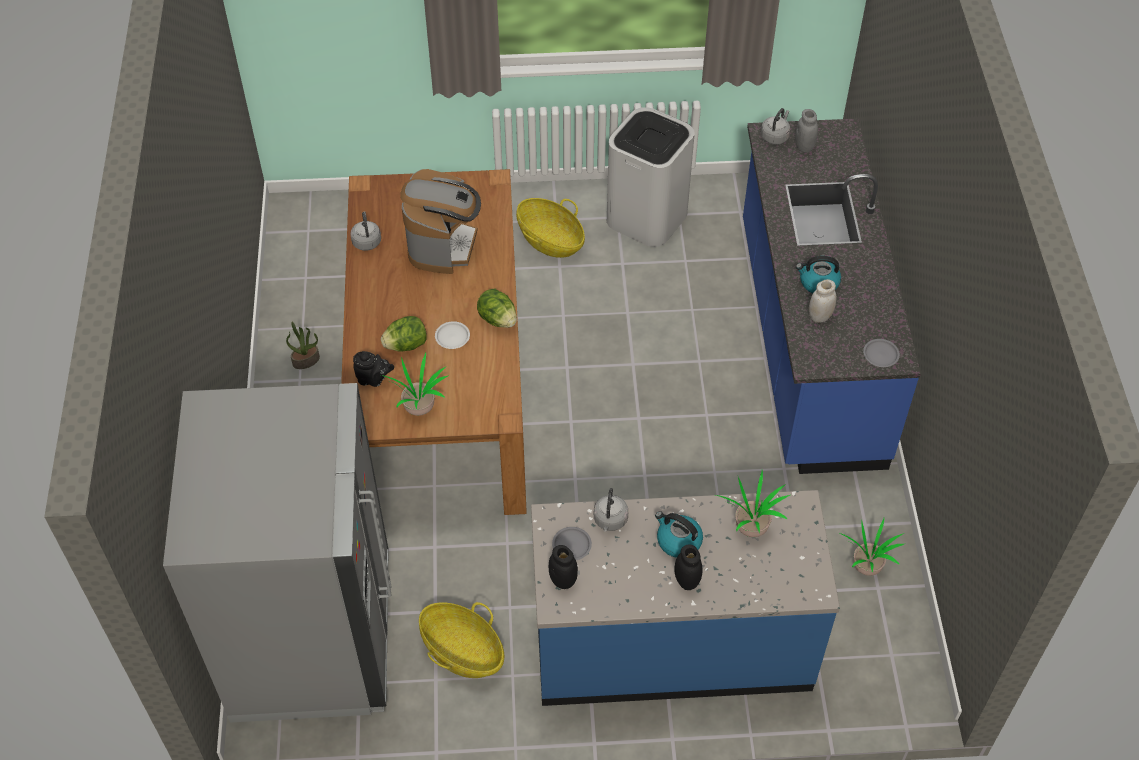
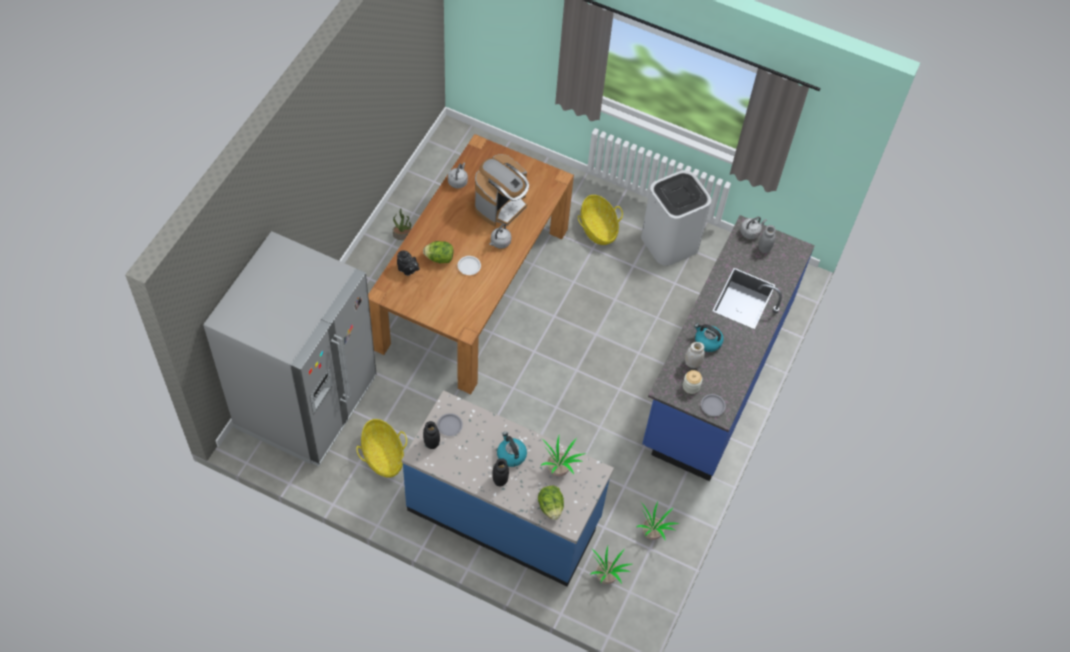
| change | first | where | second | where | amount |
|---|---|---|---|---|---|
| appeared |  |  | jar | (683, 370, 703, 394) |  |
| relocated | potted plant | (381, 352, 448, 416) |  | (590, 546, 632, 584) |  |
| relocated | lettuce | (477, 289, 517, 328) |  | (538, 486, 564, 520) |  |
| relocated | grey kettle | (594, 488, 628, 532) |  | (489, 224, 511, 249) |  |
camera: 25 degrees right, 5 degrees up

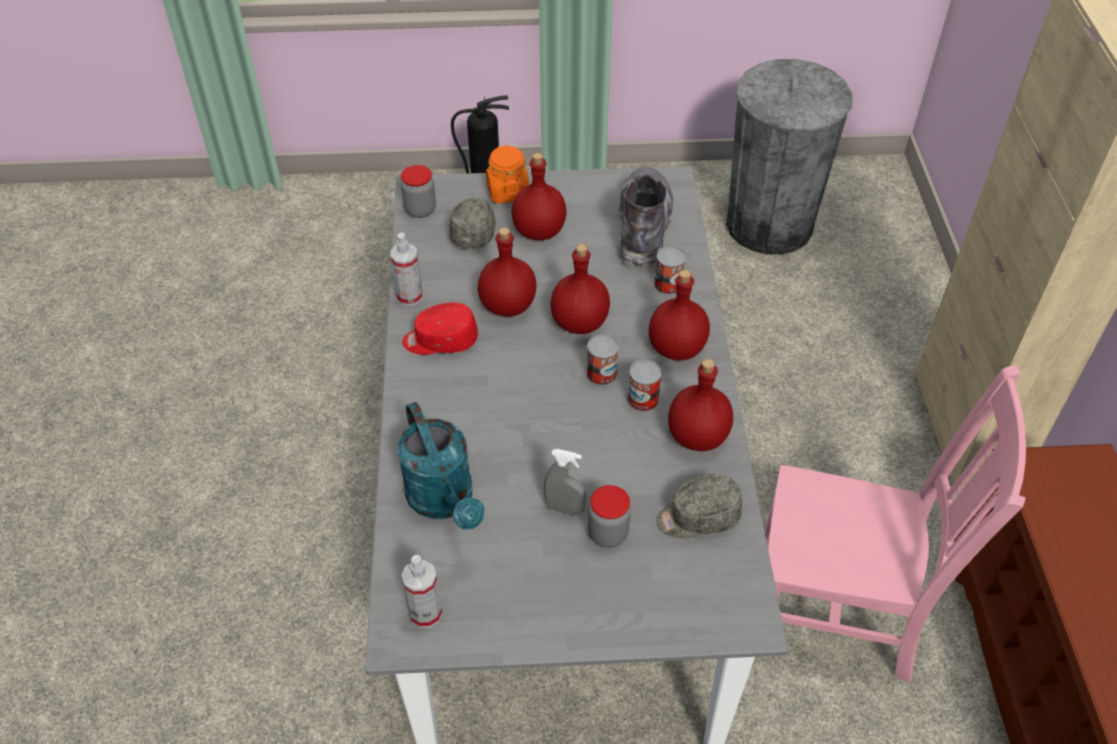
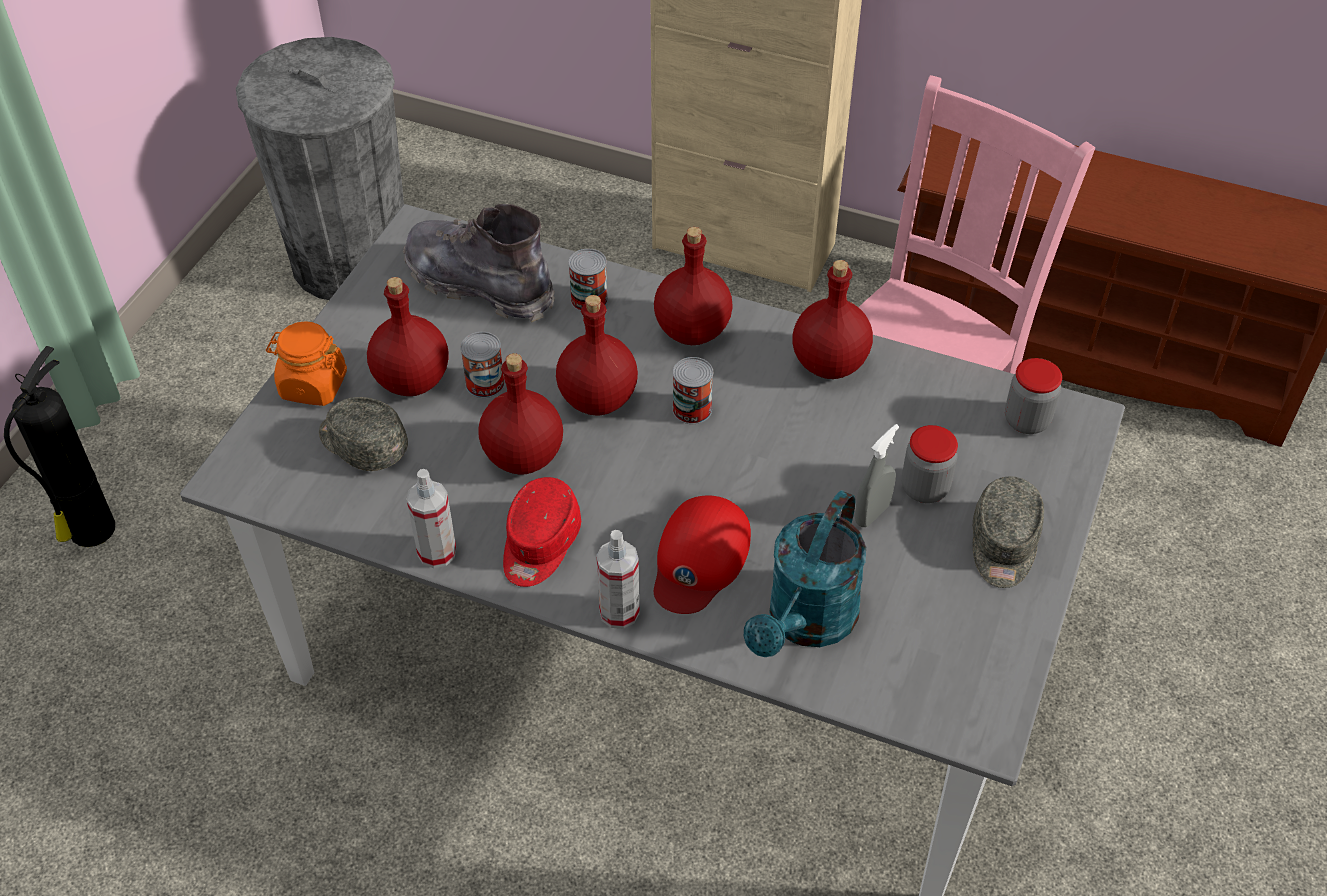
| change | first | where | second | where | amount |
|---|---|---|---|---|---|
| appeared |  |  | red cap | (654, 496, 751, 614) |  |
| relocated | jar | (401, 165, 436, 218) |  | (1005, 358, 1062, 434) |  |
| relocated | spray bottle | (402, 555, 442, 628) |  | (596, 530, 640, 629) |  |
| relocated | can | (628, 360, 662, 412) |  | (460, 332, 505, 398) |  |
| relocated | grey cap | (656, 474, 742, 538) |  | (973, 476, 1044, 588) |  |
| spun | turquoise watering can | (398, 402, 484, 530) |  | (744, 490, 866, 657) | 120 degrees clockwise |
camera: 65 degrees left, 0 degrees up

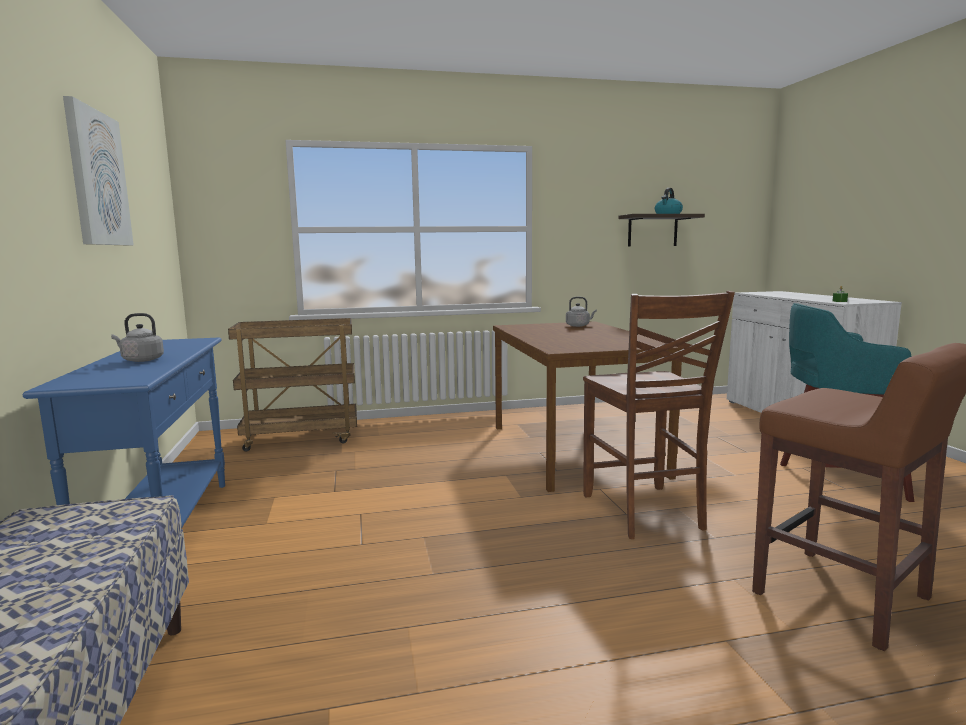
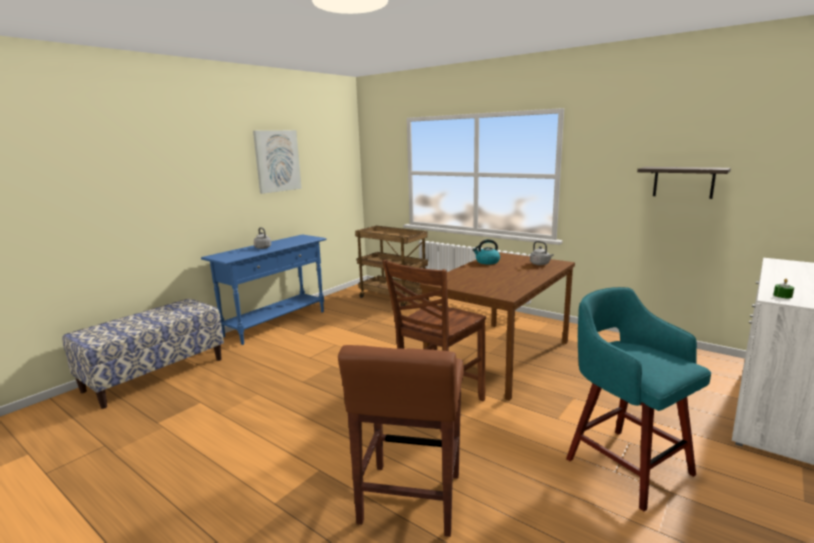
| change | first | where | second | where | amount |
|---|---|---|---|---|---|
| relocated | kettle | (655, 188, 683, 214) |  | (473, 239, 500, 264) |  |
camera: 50 degrees right, 5 degrees up

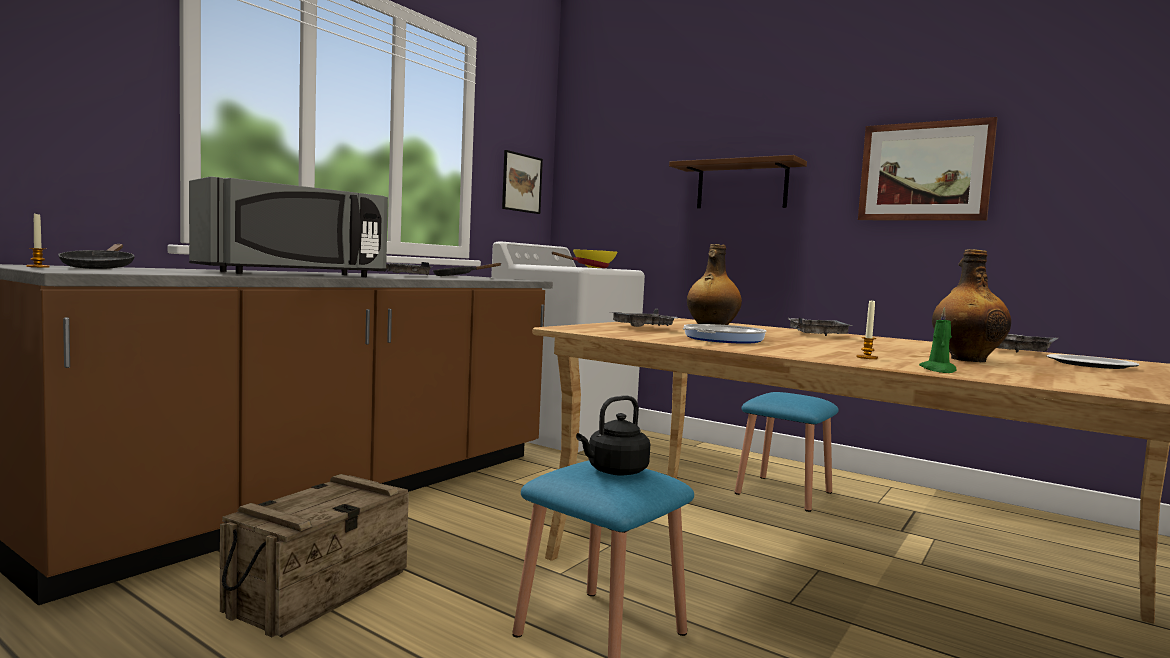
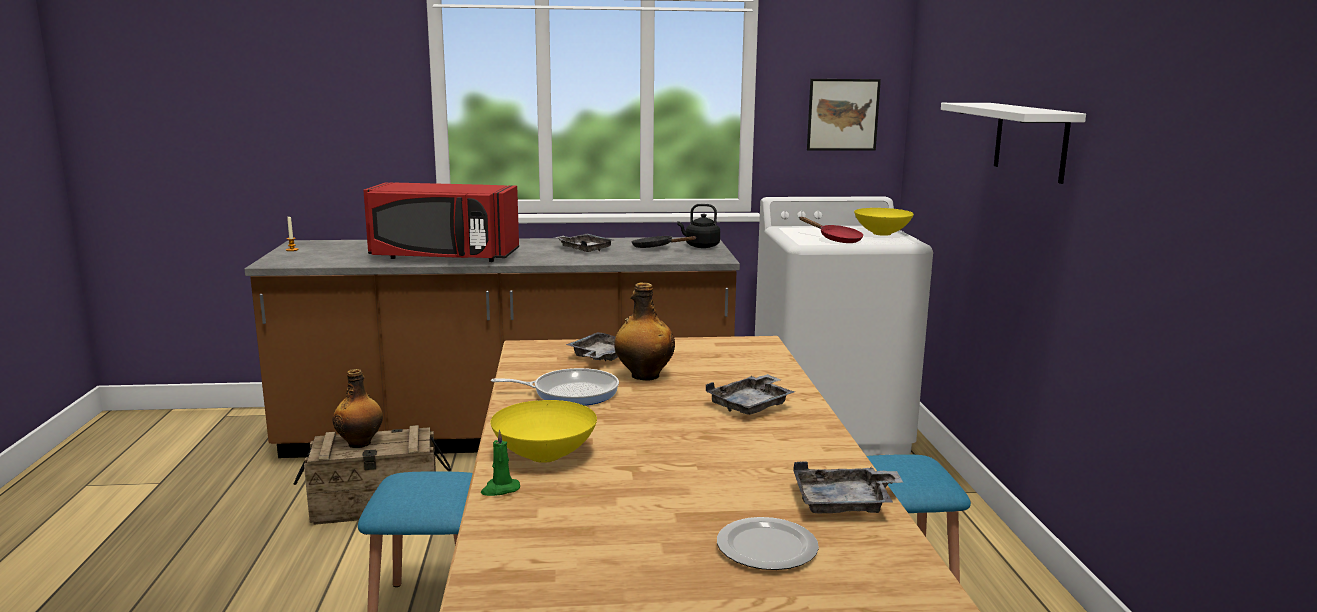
| change | first | where | second | where | amount |
|---|---|---|---|---|---|
| missing | black frying pan | (58, 244, 134, 269) |  |  |  |
| missing | picture | (858, 117, 998, 221) |  |  |  |
| relocated | black kettle | (576, 396, 650, 476) |  | (677, 204, 720, 248) |  |
| relocated | bottle | (932, 249, 1011, 362) |  | (333, 369, 383, 448) |  |
| exchanged | candle | (857, 299, 878, 359) | yellow bowl | (491, 400, 597, 463) |  |
| colour | grey microwave | (189, 176, 388, 277) | red microwave | (363, 182, 519, 262) |  |
| colour | brown shelf | (669, 155, 807, 208) | white shelf | (941, 103, 1086, 184) |  |
camera: 50 degrees right, 10 degrees up

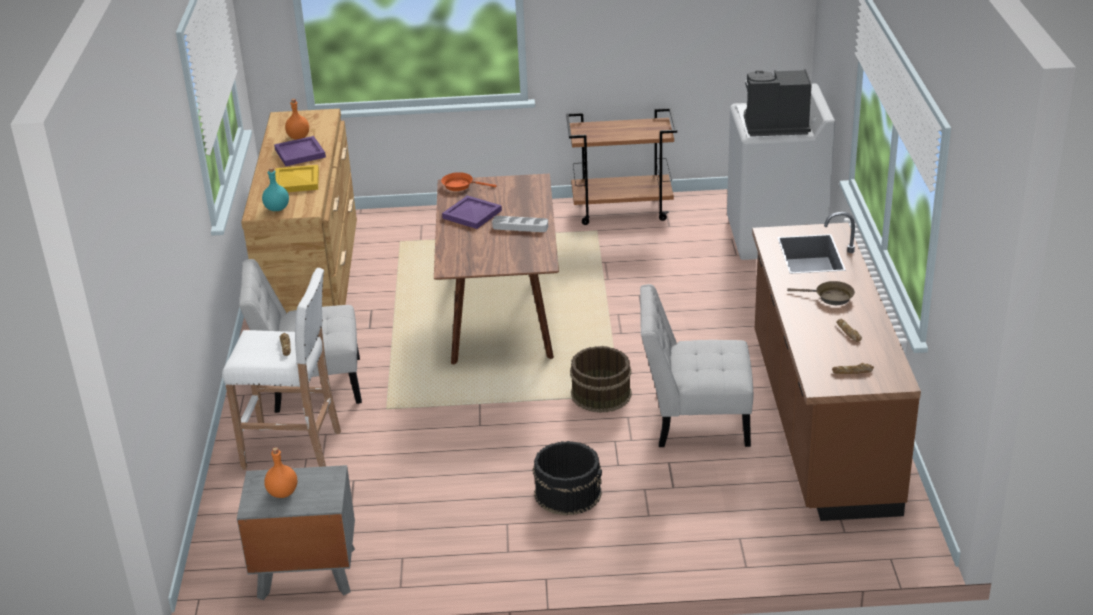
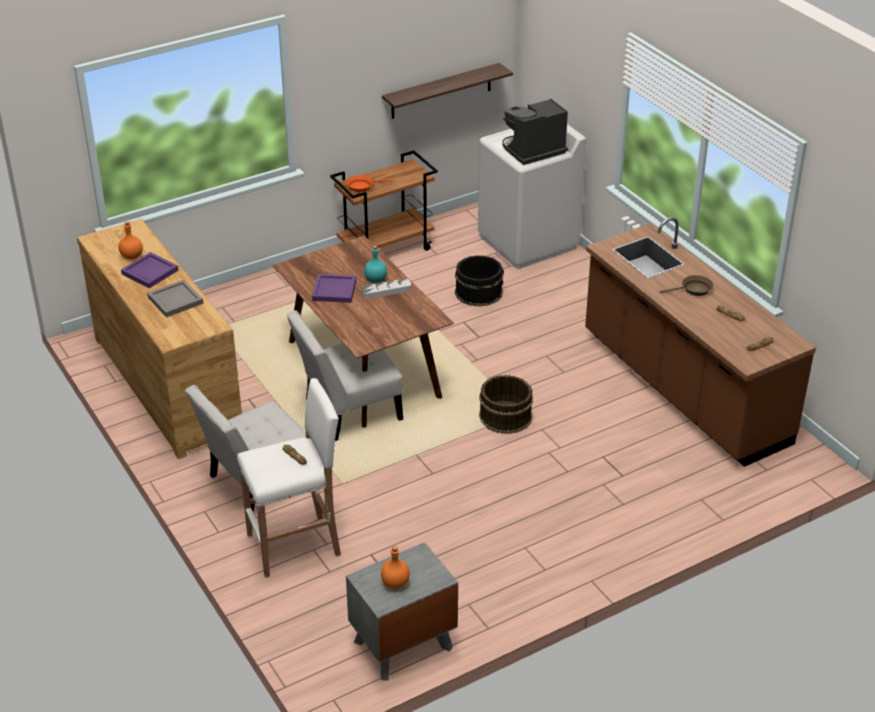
| change | first | where | second | where | amount |
|---|---|---|---|---|---|
| appeared |  |  | shelf | (382, 63, 513, 119) |  |
| relocated | turquoise bottle | (262, 167, 289, 211) |  | (364, 246, 387, 283) |  |
| relocated | orange frying pan | (441, 172, 497, 191) |  | (346, 175, 393, 192) |  |
| relocated | black bucket | (533, 441, 602, 516) |  | (455, 255, 504, 307) |  |
| relocated | white chair | (640, 284, 753, 447) |  | (287, 310, 403, 441) |  |
| colour | yellow tray | (275, 165, 319, 192) | grey tray | (147, 280, 204, 317) |  |
camera: 30 degrees left, 5 degrees up

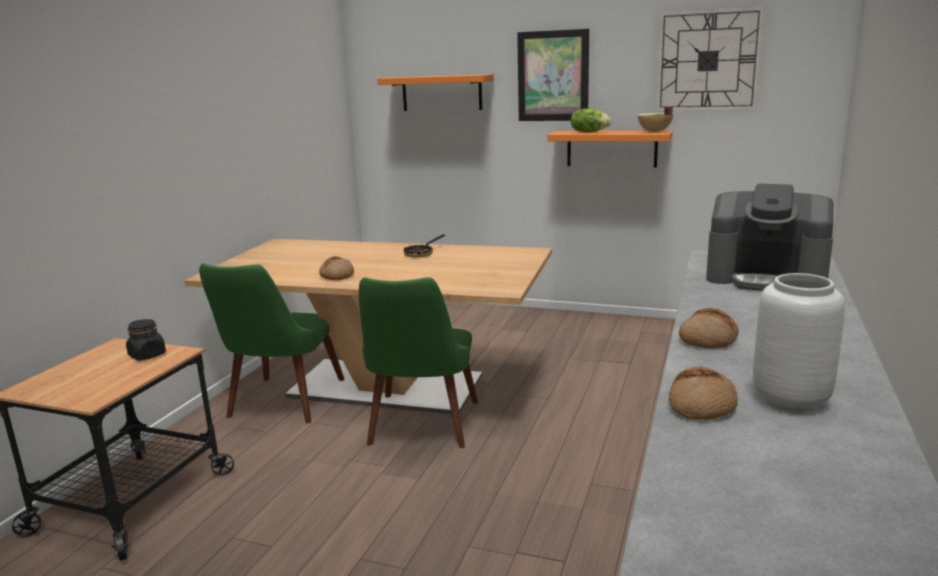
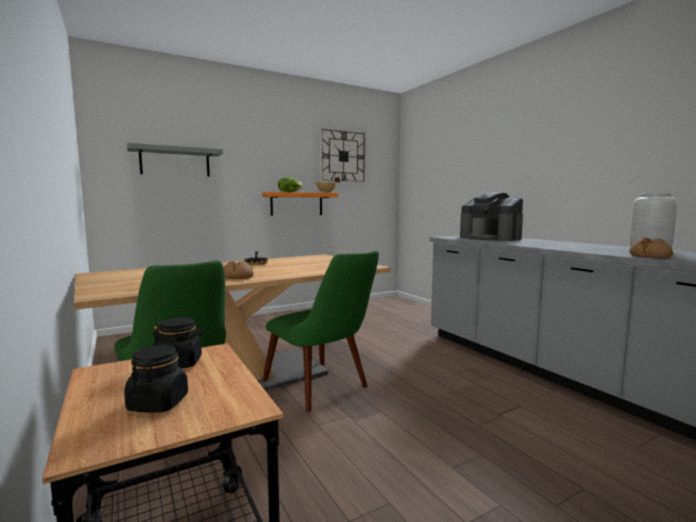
| change | first | where | second | where | amount |
|---|---|---|---|---|---|
| missing | picture | (517, 29, 589, 121) |  |  |  |
| missing | bread | (679, 308, 739, 349) |  |  |  |
| appeared |  |  | black jar | (124, 345, 188, 413) |  |
| colour | orange shelf | (377, 74, 494, 111) | grey shelf | (127, 143, 223, 177) |  |
| spun | coffee machine | (706, 184, 833, 291) |  | (460, 192, 523, 241) | 75 degrees clockwise |
camera: 50 degrees left, 10 degrees down

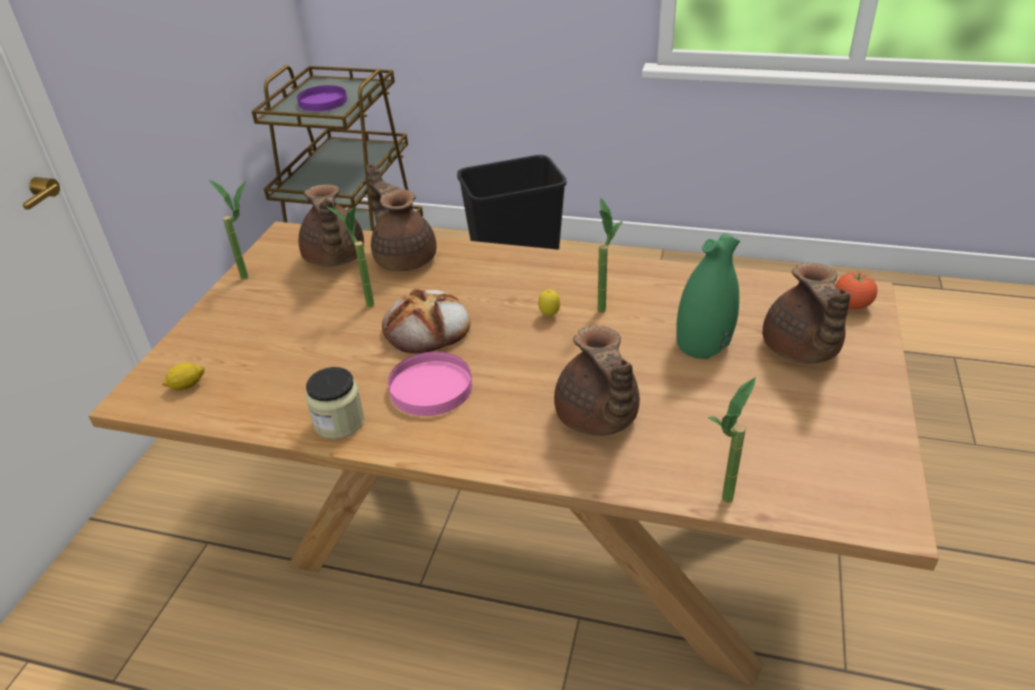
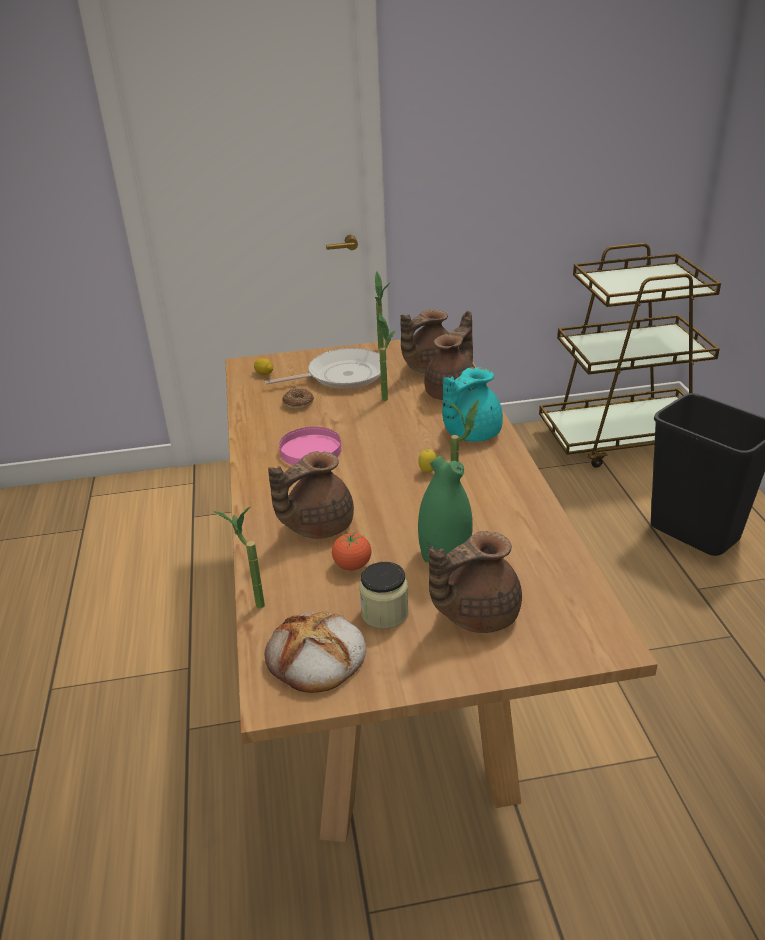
| change | first | where | second | where | amount |
|---|---|---|---|---|---|
| missing | purple plate | (297, 85, 347, 111) |  |  |  |
| appeared |  |  | frying pan | (265, 348, 387, 389) |  |
| appeared |  |  | donut | (283, 388, 314, 409) |  |
| appeared |  |  | turquoise teapot | (442, 367, 503, 442) |  |
| relocated | jar | (306, 367, 364, 439) |  | (359, 562, 409, 629) |  |
| relocated | bread | (382, 289, 471, 354) |  | (264, 611, 366, 693) |  |
| relocated | tomato | (835, 271, 878, 309) |  | (332, 532, 371, 570) |  |
camera: 65 degrees right, 5 degrees down

